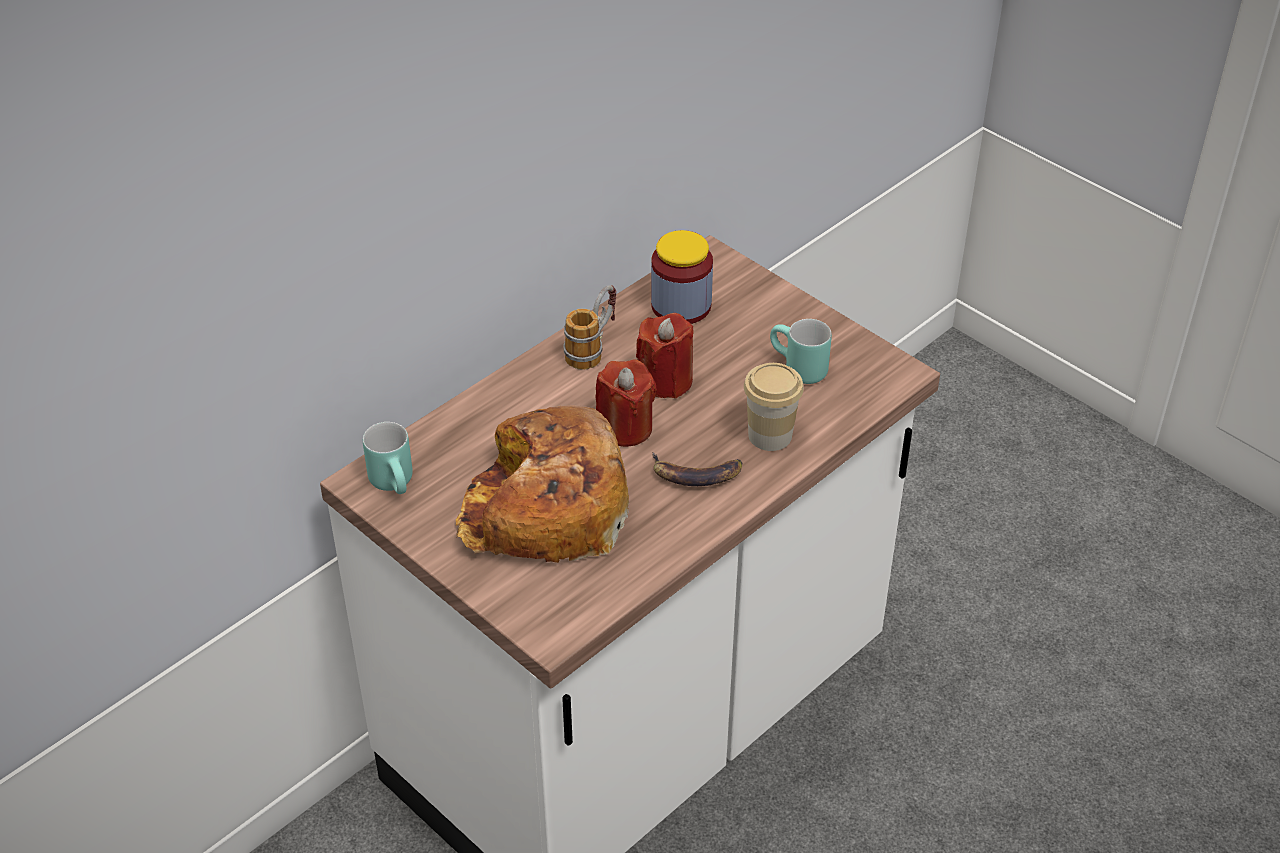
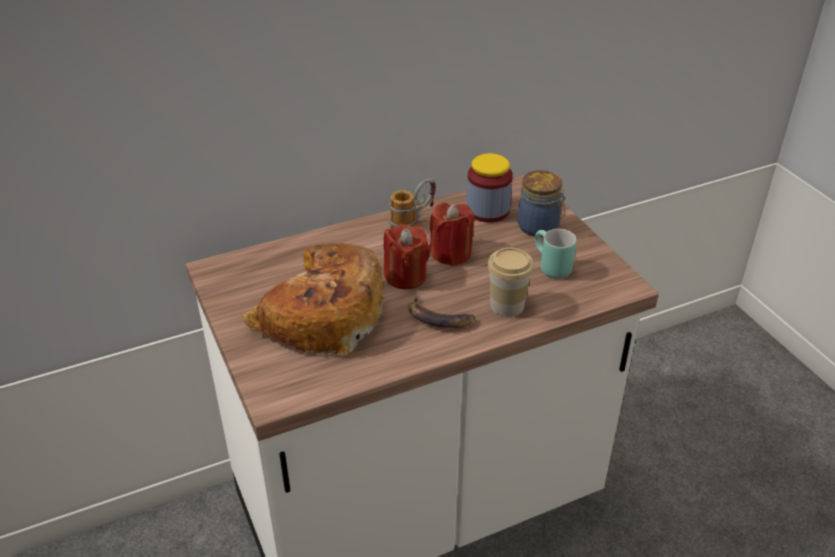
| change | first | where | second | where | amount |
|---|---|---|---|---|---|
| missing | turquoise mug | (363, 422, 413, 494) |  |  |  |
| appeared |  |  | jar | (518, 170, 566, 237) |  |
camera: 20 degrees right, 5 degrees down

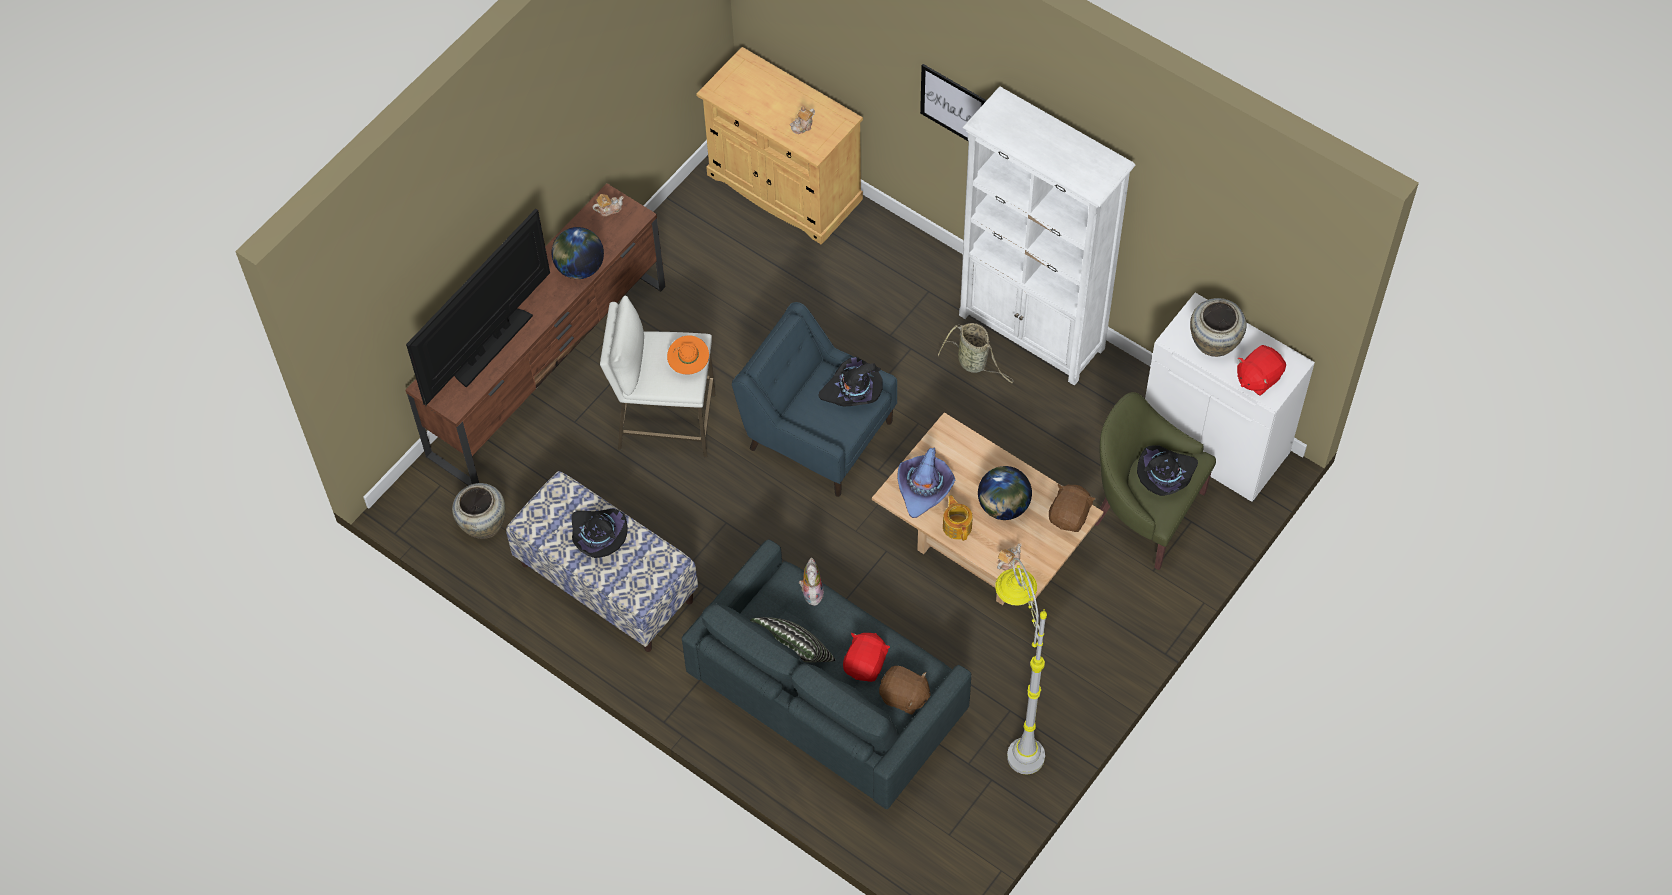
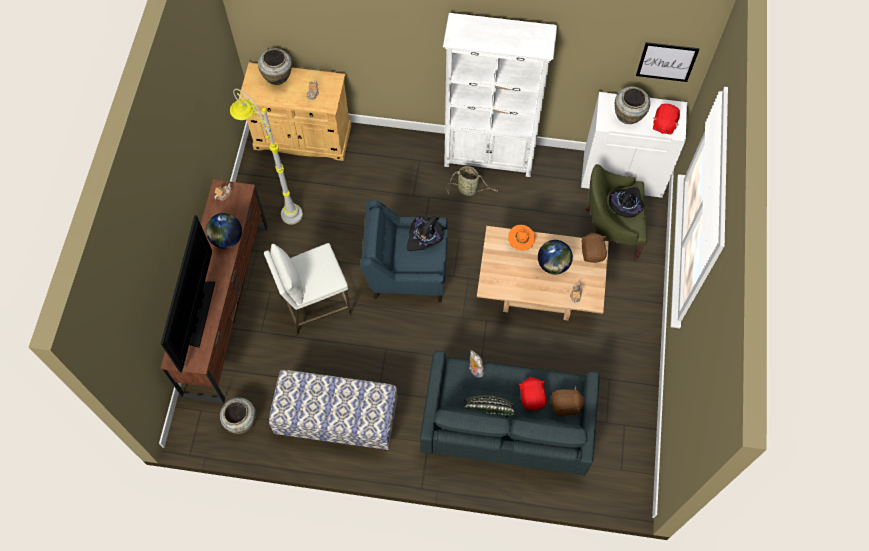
| change | first | where | second | where | amount |
|---|---|---|---|---|---|
| missing | black hat | (571, 508, 628, 558) |  |  |  |
| missing | purple hat | (897, 448, 955, 518) |  |  |  |
| missing | teapot | (943, 495, 973, 541) |  |  |  |
| appeared |  |  | beige vase | (258, 48, 292, 85) |  |
| relocated | orange hat | (667, 335, 709, 375) |  | (508, 225, 535, 251) |  |
| relocated | picture | (920, 64, 987, 142) |  | (636, 42, 699, 82) |  |
| relocated | grey floor lamp | (995, 558, 1047, 774) |  | (230, 89, 303, 225) |  |
camera: 30 degrees left, 5 degrees up

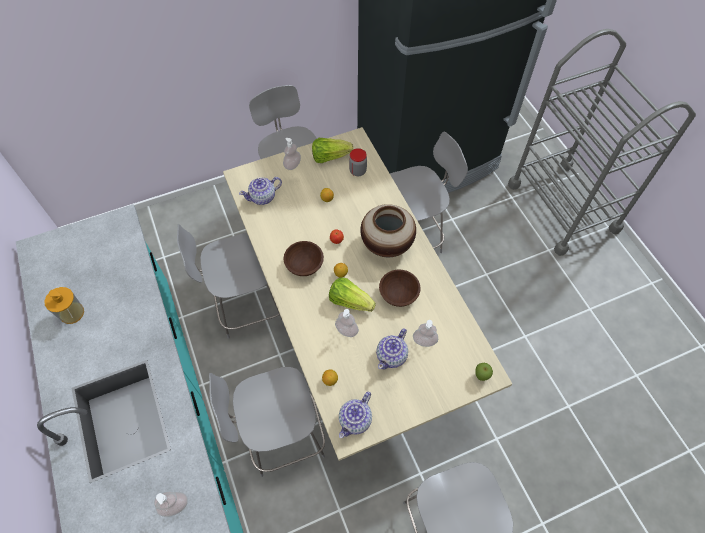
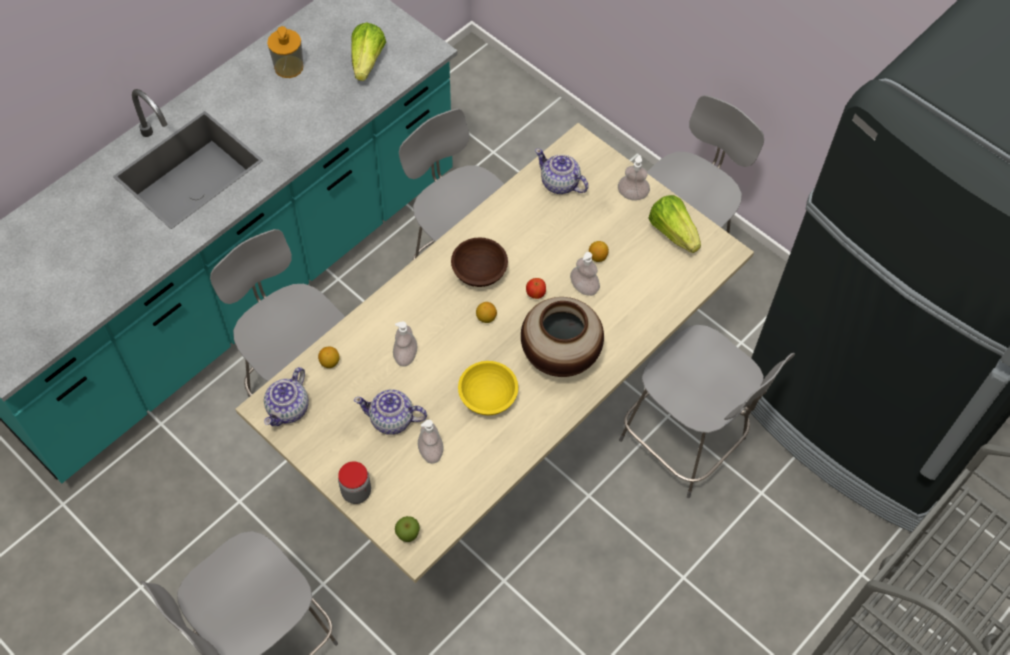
| change | first | where | second | where | amount |
|---|---|---|---|---|---|
| relocated | soap dispenser | (154, 492, 188, 517) |  | (570, 252, 600, 296) |  |
| relocated | lettuce | (329, 277, 376, 312) |  | (351, 22, 386, 81) |  |
| relocated | jar | (349, 148, 367, 176) |  | (338, 462, 371, 504) |  |
| colour | brown bowl | (379, 269, 421, 307) | yellow bowl | (458, 361, 518, 416) |  |
| spun | teapot | (339, 392, 372, 438) |  | (264, 367, 308, 426) | 75 degrees counterclockwise |
camera: 65 degrees right, 0 degrees up

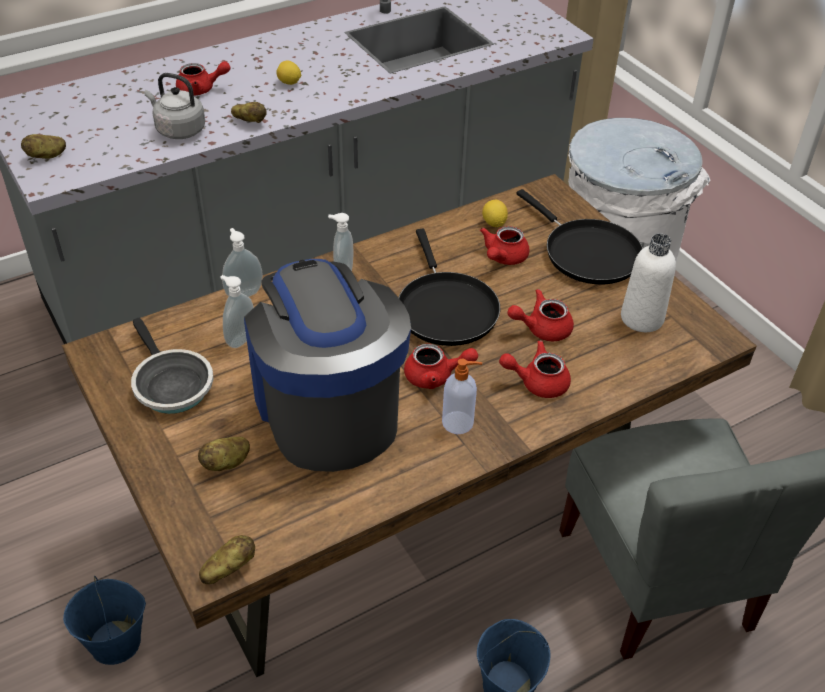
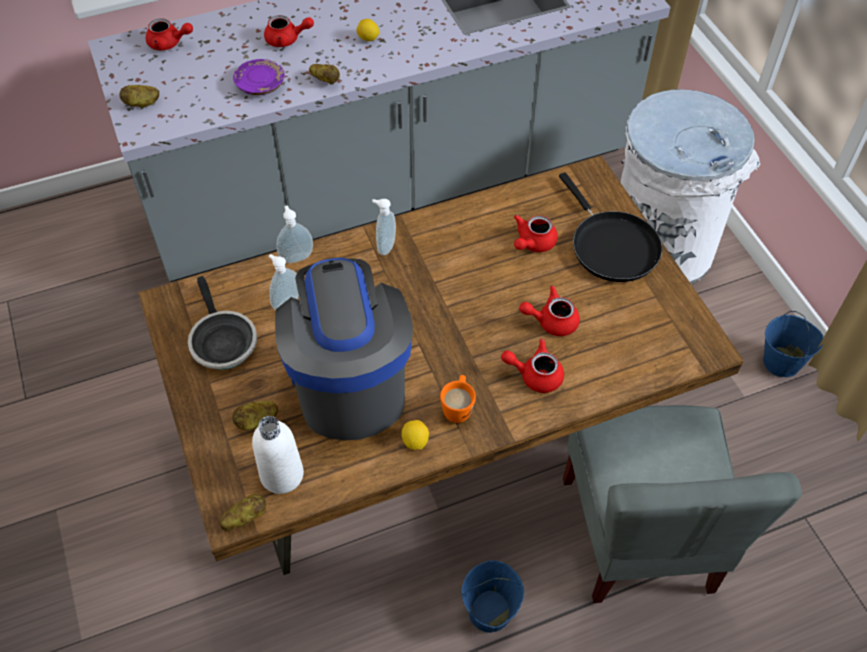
| change | first | where | second | where | amount |
|---|---|---|---|---|---|
| missing | black frying pan | (398, 229, 500, 346) |  |  |  |
| relocated | blue bucket | (63, 576, 146, 665) |  | (763, 311, 824, 377) |  |
| relocated | red teapot | (404, 344, 478, 389) |  | (146, 18, 193, 50) |  |
| relocated | lemon | (482, 200, 508, 227) |  | (401, 420, 429, 450) |  |
| relocated | white bottle | (621, 233, 676, 332) |  | (252, 416, 304, 494) |  |
| exchanged | grey kettle | (144, 73, 205, 139) | purple plate | (233, 59, 285, 95) |  |
| exchanged | soap dispenser | (442, 358, 482, 434) | orange mug | (440, 375, 476, 423) |  |
camera: 10 degrees right, 10 degrees up

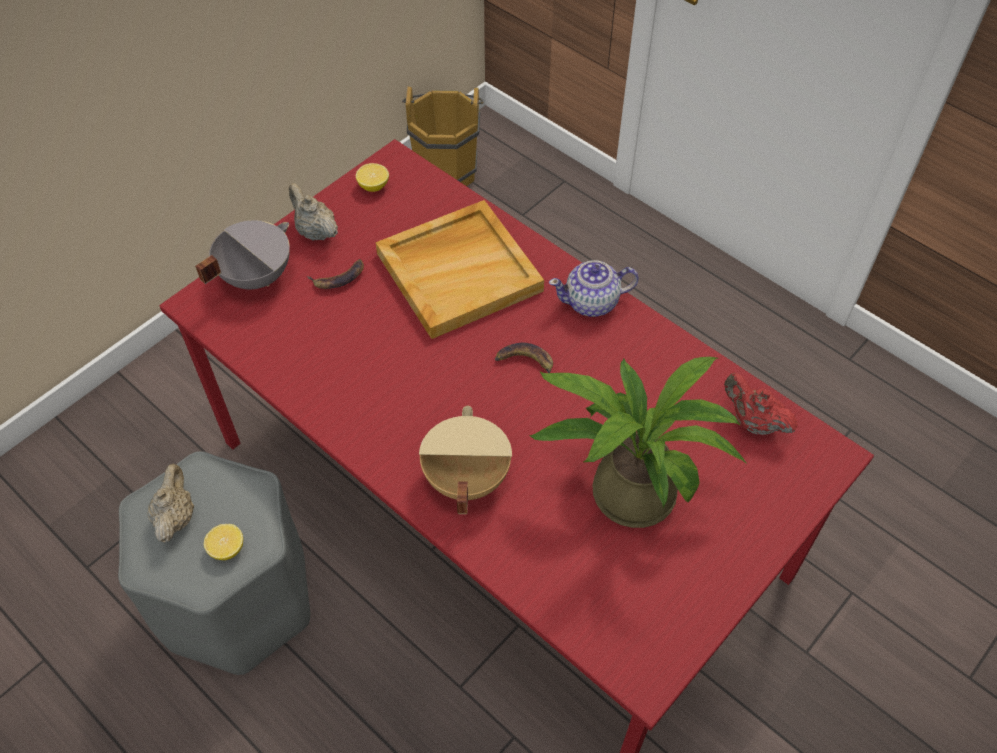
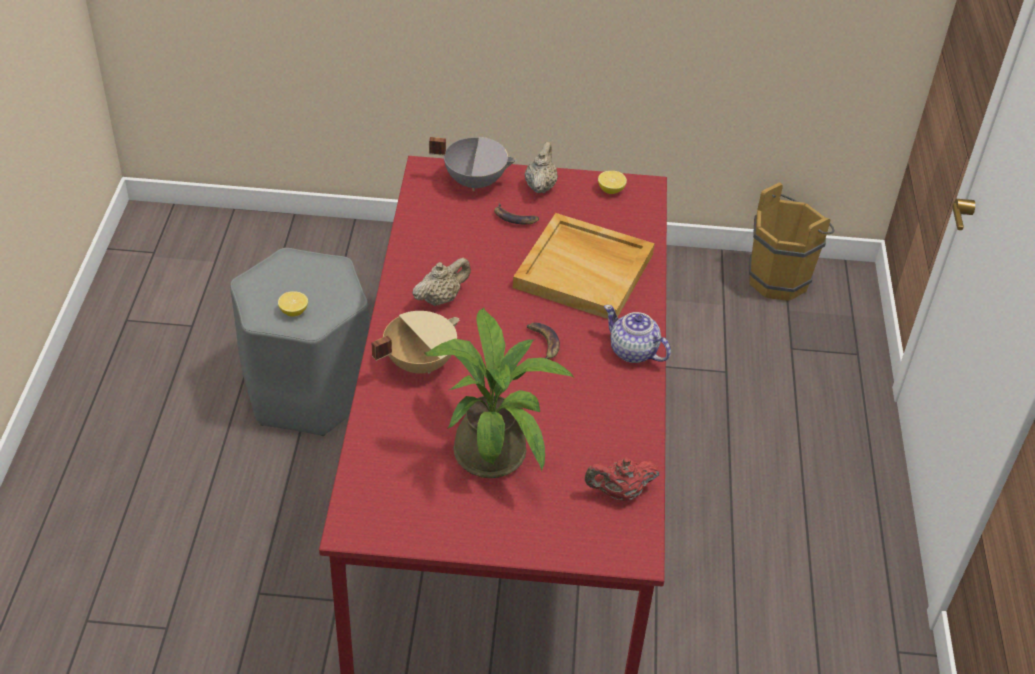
| change | first | where | second | where | amount |
|---|---|---|---|---|---|
| relocated | beige teapot | (147, 464, 194, 543) |  | (412, 258, 471, 306) |  |
| spun | red teapot | (724, 373, 798, 435) |  | (585, 457, 660, 501) | 105 degrees counterclockwise |
camera: 50 degrees right, 10 degrees down

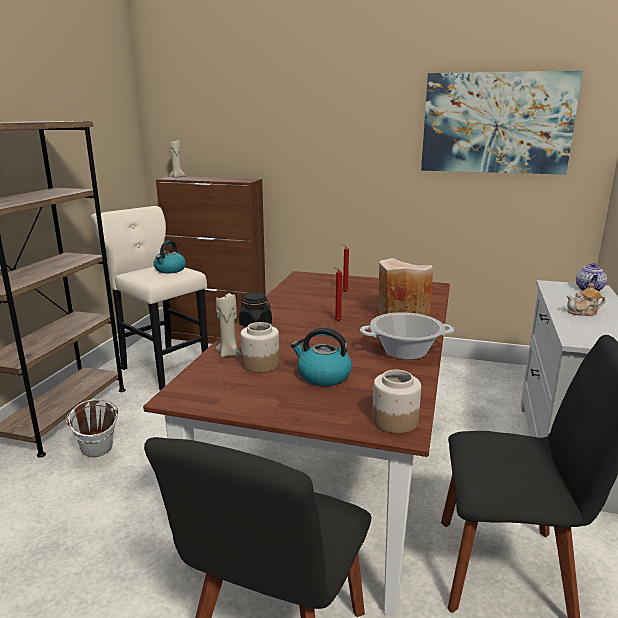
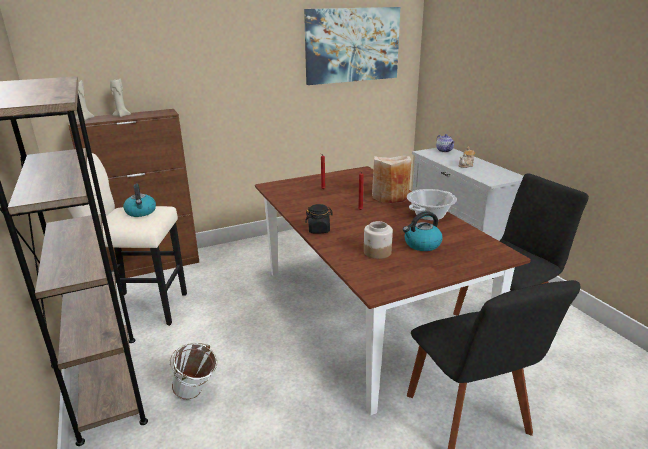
| change | first | where | second | where | amount |
|---|---|---|---|---|---|
| missing | jar | (372, 370, 421, 433) |  |  |  |
| relocated | beige candle | (216, 293, 241, 358) |  | (110, 78, 131, 117) |  |
camera: 40 degrees left, 5 degrees up

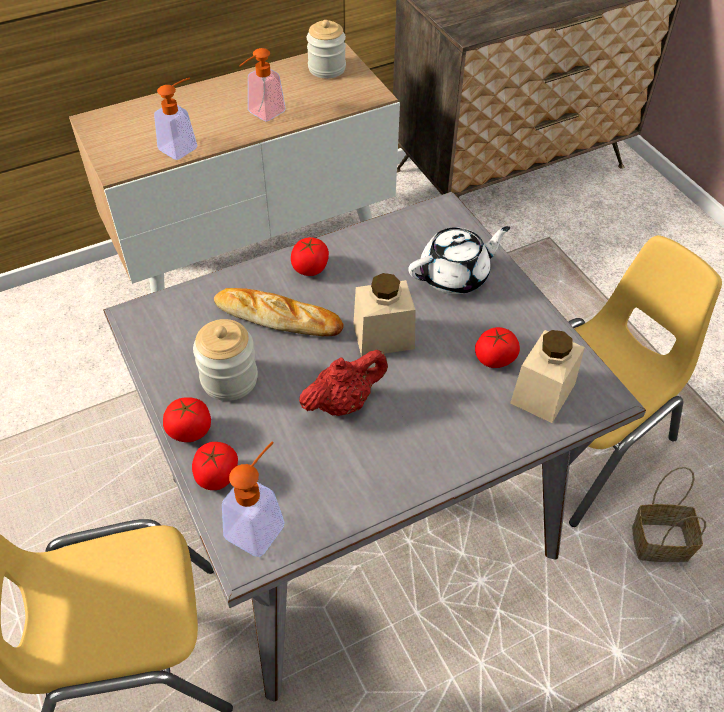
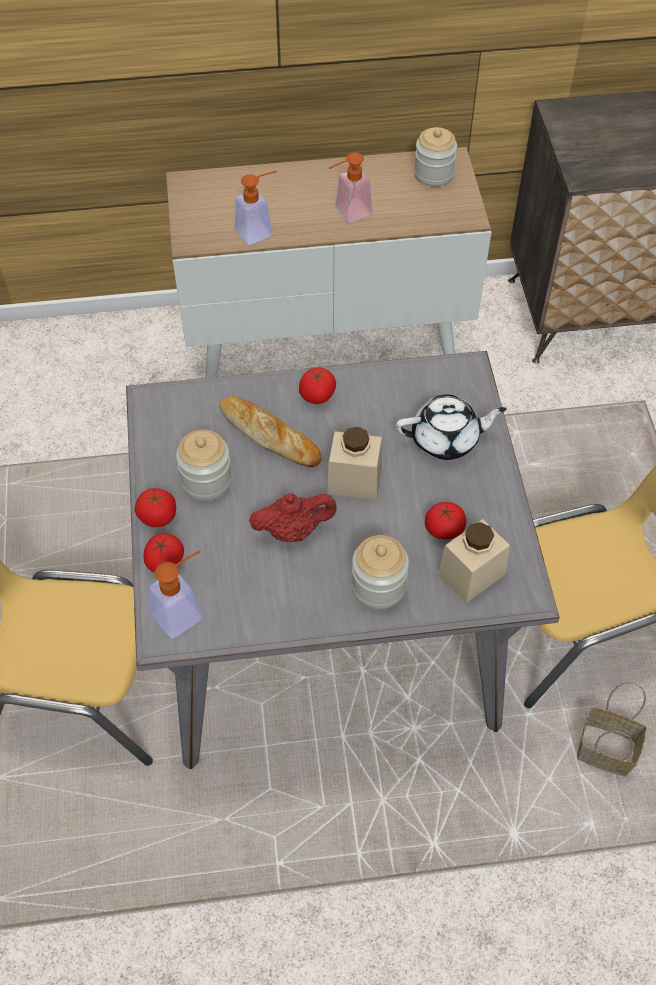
| change | first | where | second | where | amount |
|---|---|---|---|---|---|
| appeared |  |  | jar | (352, 535, 409, 609) |  |
camera: 20 degrees right, 5 degrees up

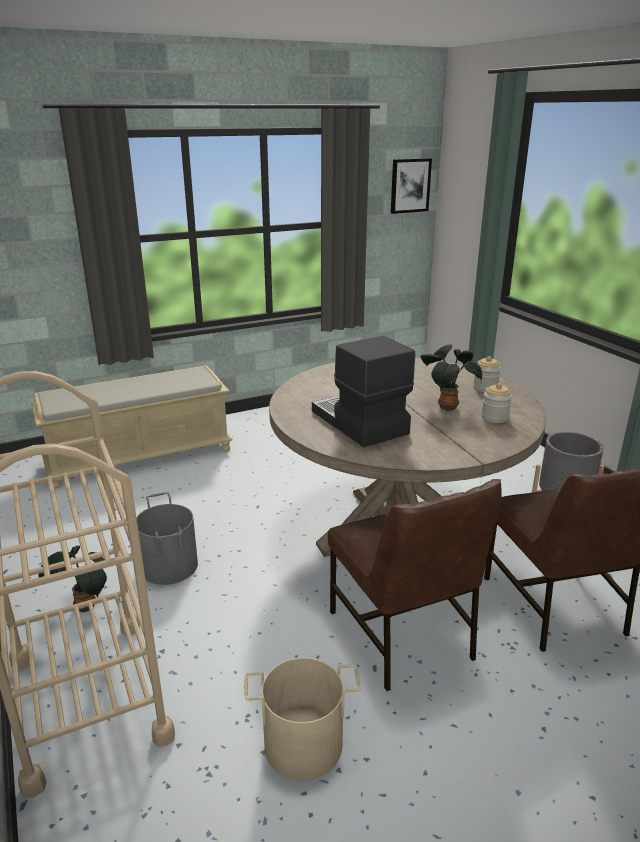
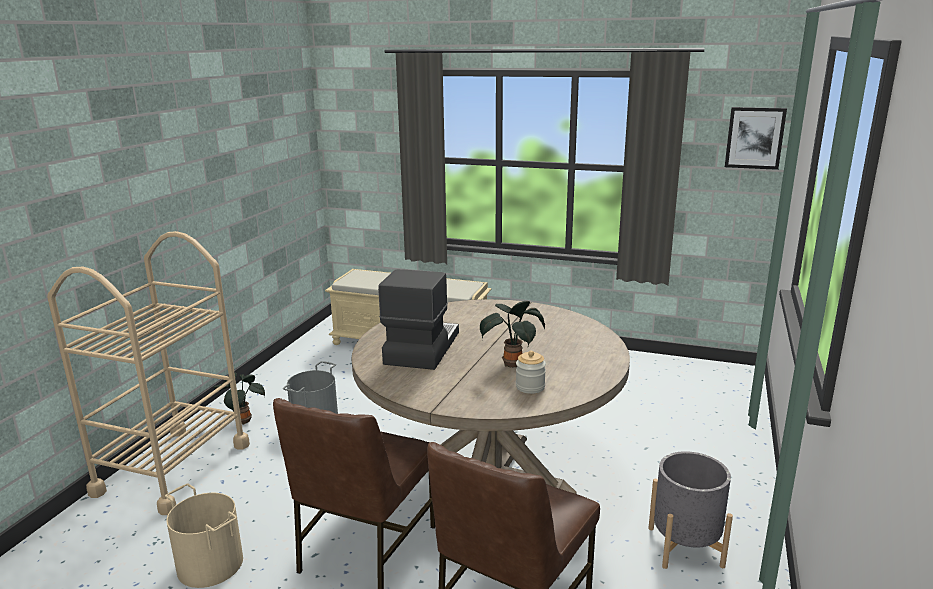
| change | first | where | second | where | amount |
|---|---|---|---|---|---|
| missing | jar | (473, 356, 501, 392) |  |  |  |
camera: 45 degrees right, 5 degrees down

